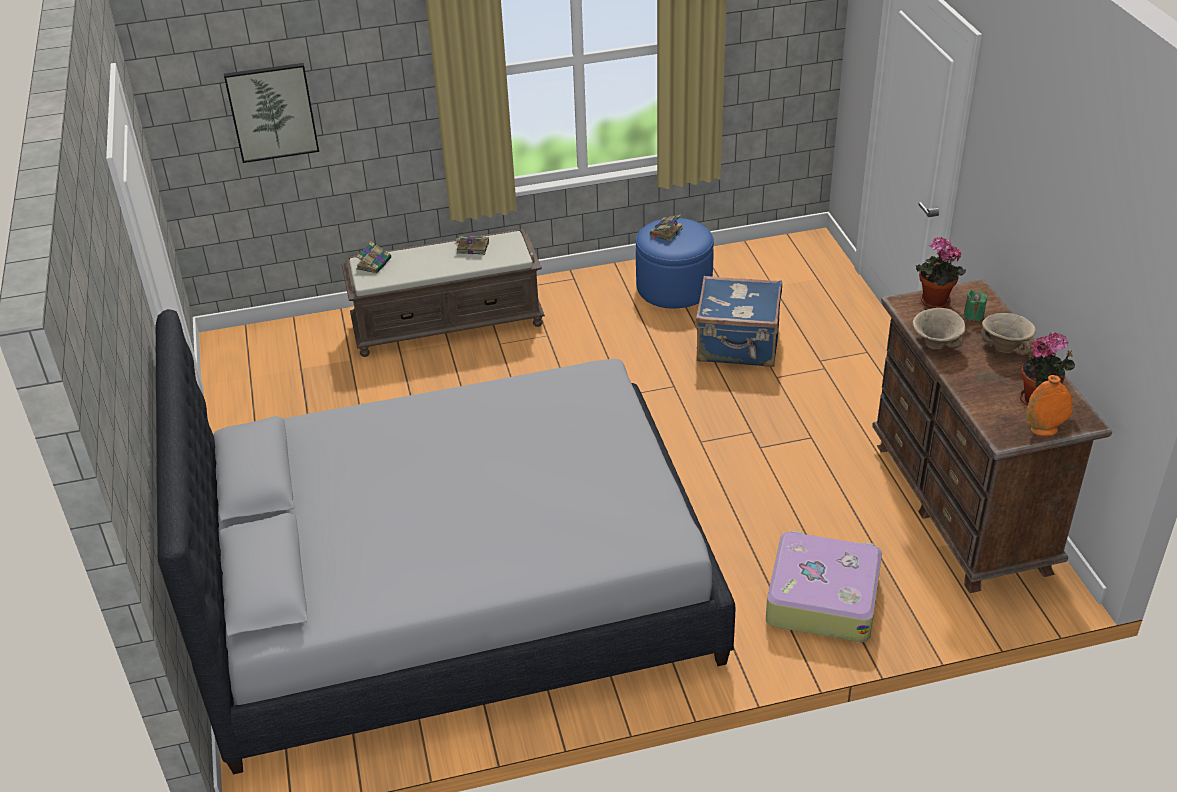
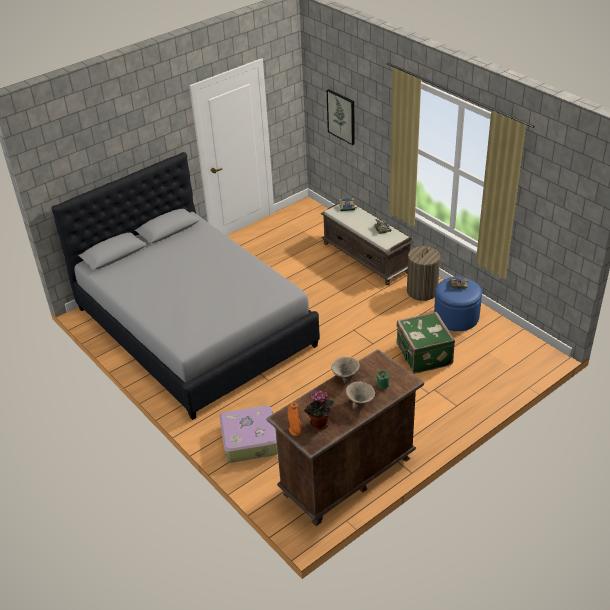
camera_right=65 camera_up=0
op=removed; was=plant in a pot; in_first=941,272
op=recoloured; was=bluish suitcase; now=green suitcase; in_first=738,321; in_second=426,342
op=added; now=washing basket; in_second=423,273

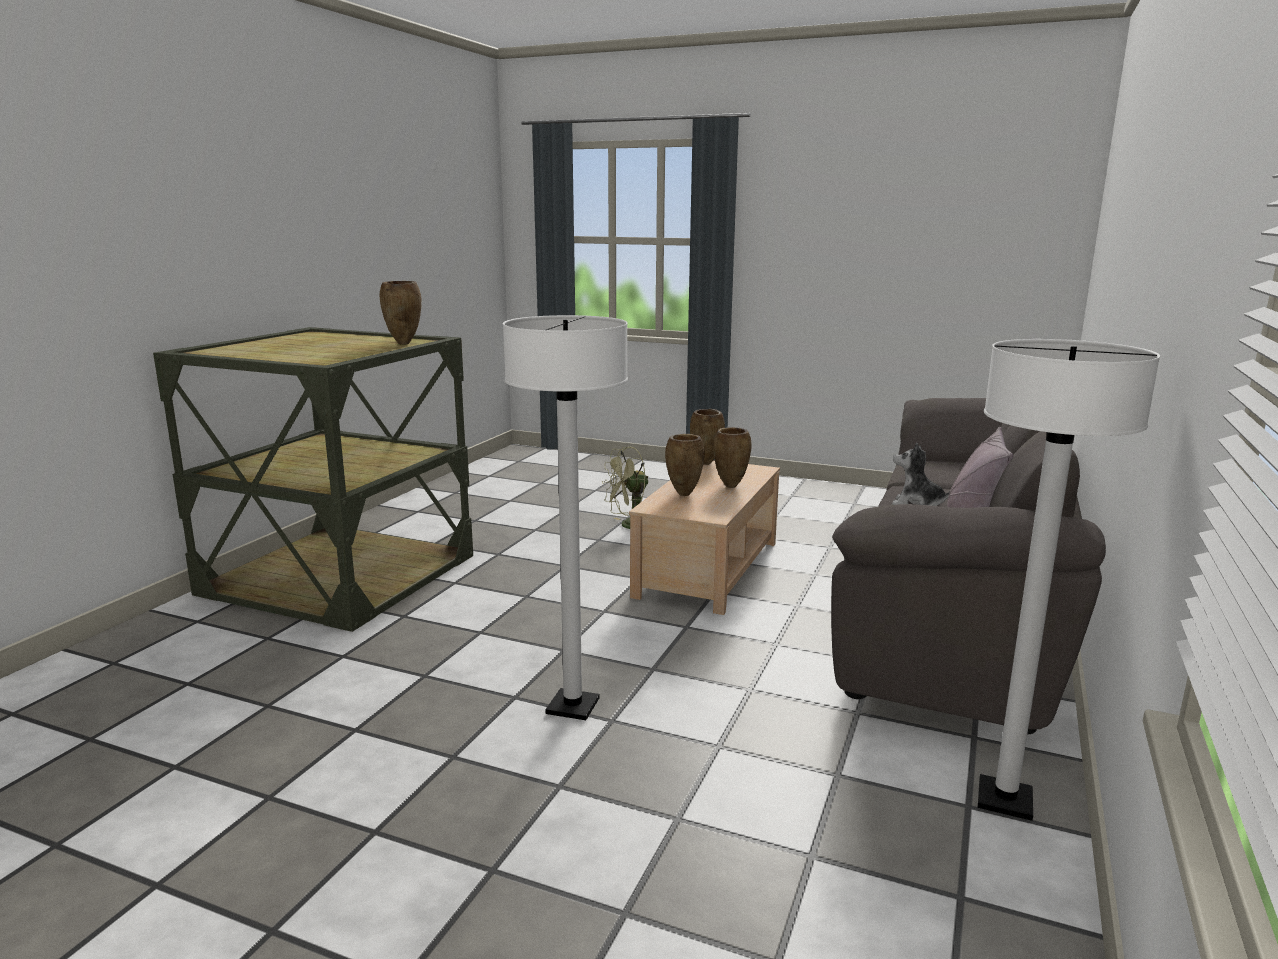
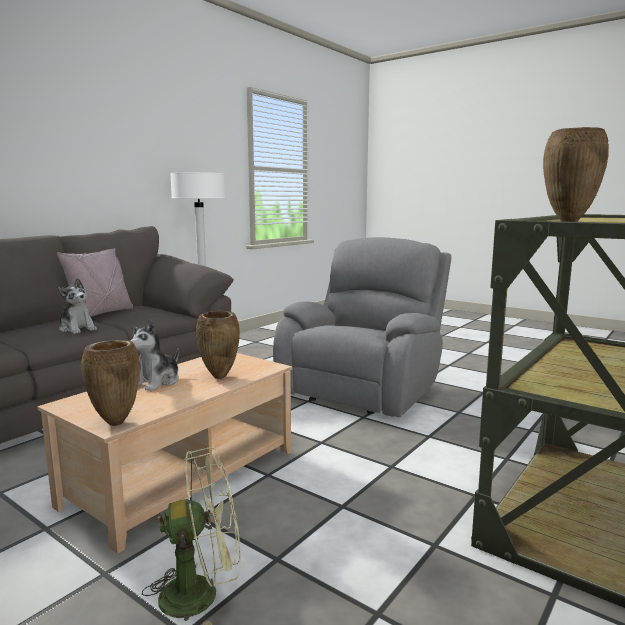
camera_right=-165 camera_up=-5
op=replaced; was=white floor lamp; now=gray easy chair; in_first=565,517; in_second=362,327
op=replaced; was=brown flower vase; now=cuddly toy; in_first=732,457; in_second=154,355

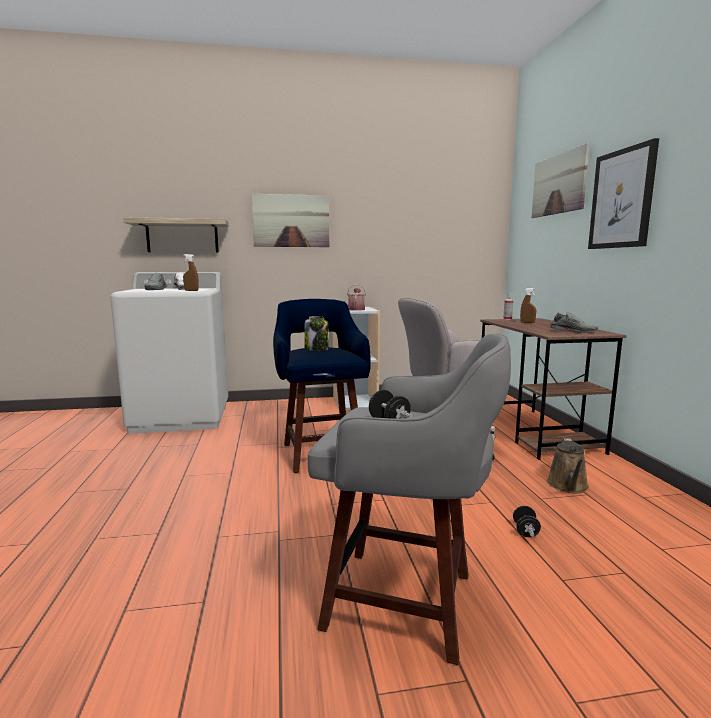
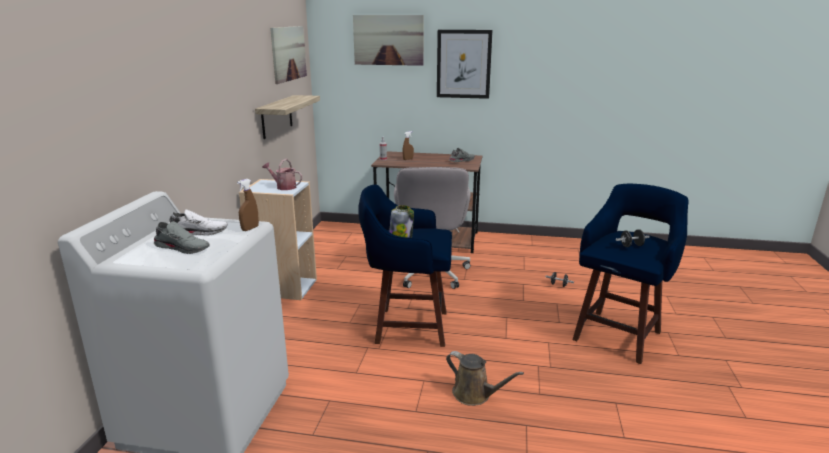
camera_right=-70 camera_up=10
op=moved; was=wall art; in_first=290,220; in_second=288,55
op=moved; was=shelf; in_first=176,234; in_second=287,117
op=recoloured; was=gray sitting stool; now=bluish sitting stool; in_first=409,499; in_second=630,274
op=moved; was=brown watering can; in_first=568,465; in_second=485,378

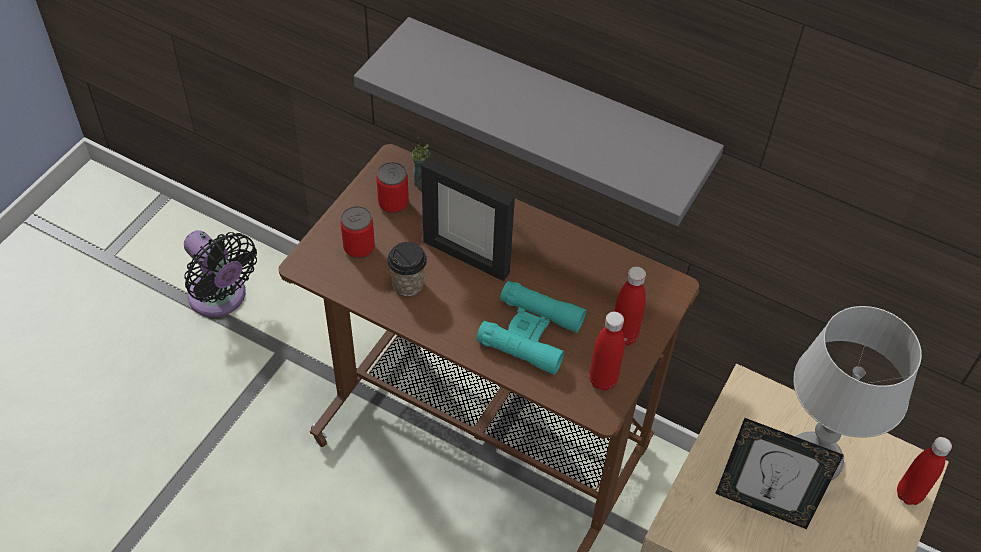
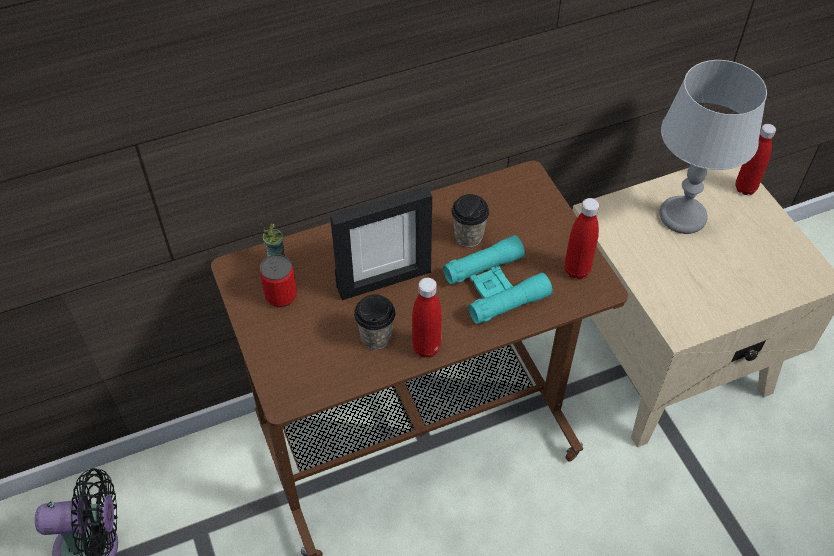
camera_right=-50 camera_up=0
op=removed; was=gray shelf; in_first=539,121
op=removed; was=metal can; in_first=357,232
op=moved; was=reddish beverage bottle; in_first=630,306; in_second=427,318
op=removed; was=standing frame; in_first=779,473
op=added; now=small cup; in_second=470,220

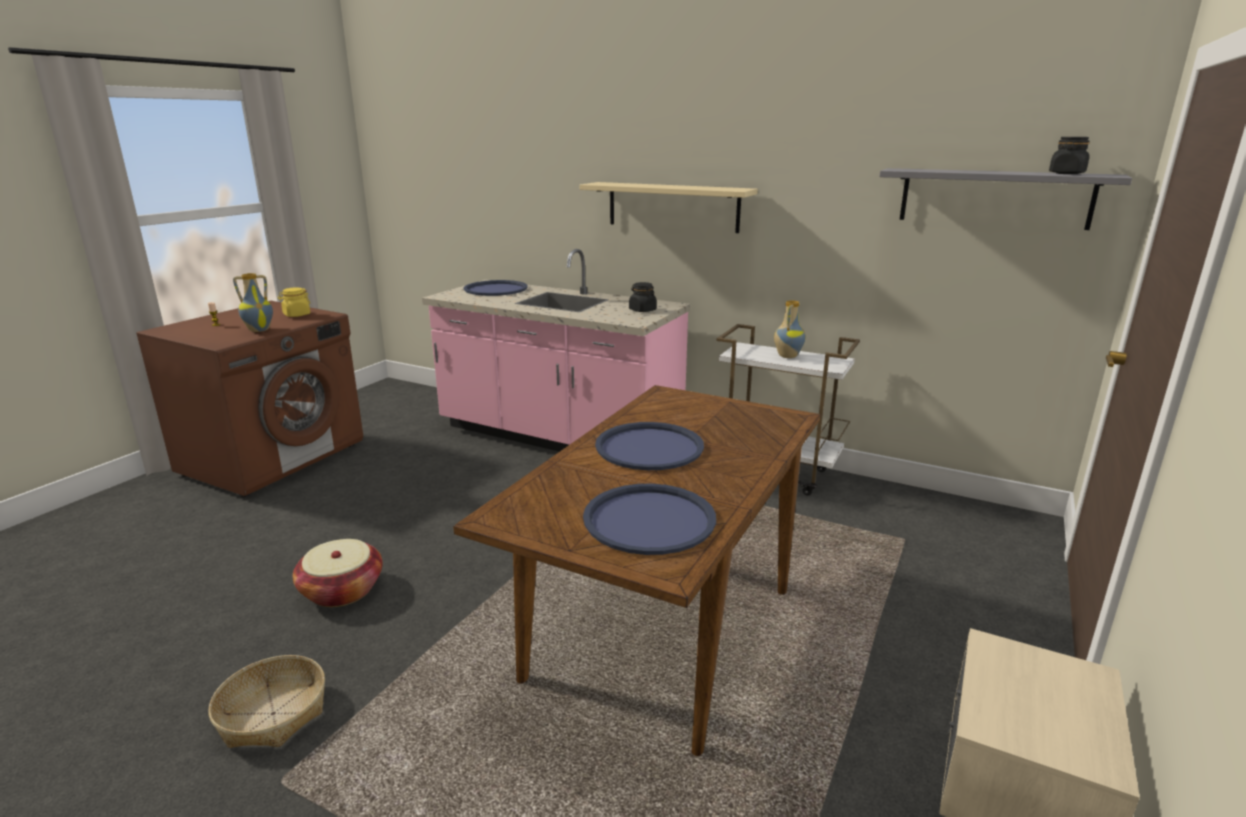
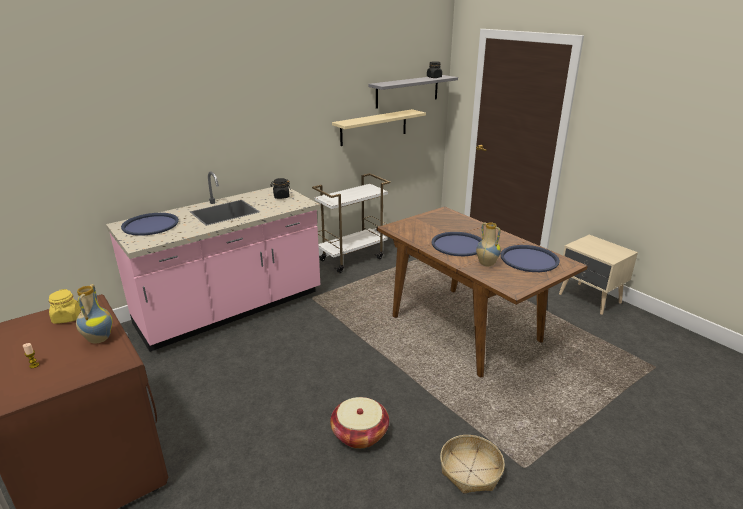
camera_right=-65 camera_up=5
op=moved; was=sand-coloured shelf; in_first=669,207; in_second=379,127
op=moved; was=flower vase; in_first=789,329; in_second=488,244

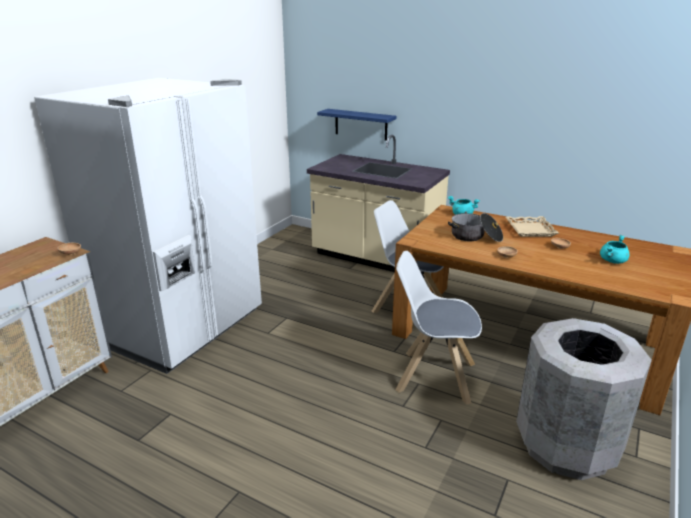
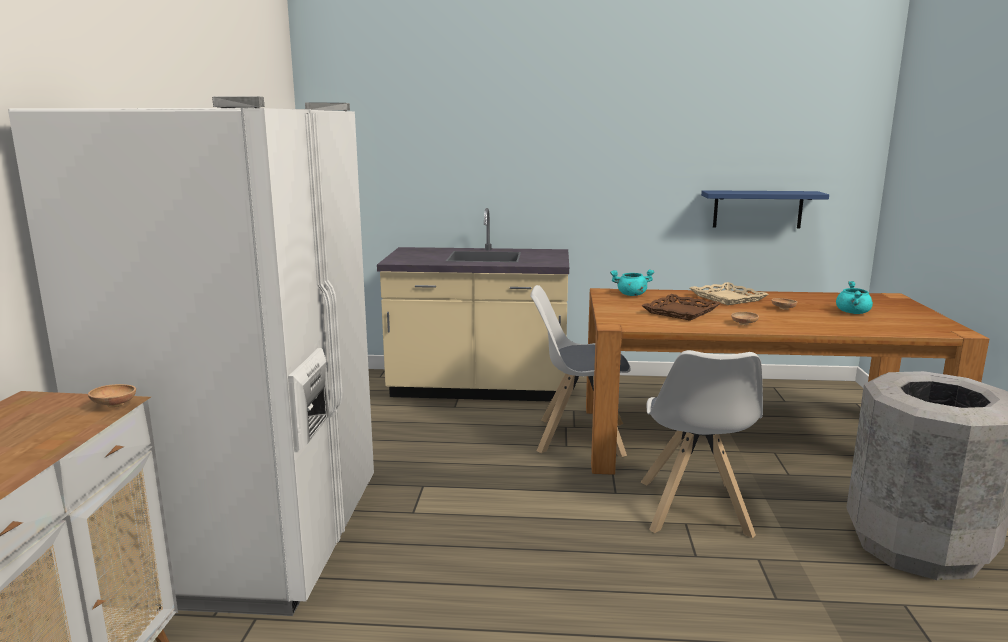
camera_right=-25 camera_up=-10
op=moved; was=bluish shelf; in_first=356,125; in_second=765,209
op=replaced; was=stockpot; now=brown tray; in_first=475,227; in_second=681,307
op=turned; was=plain chair; in_first=439,327; in_second=701,444; clockwise=-75

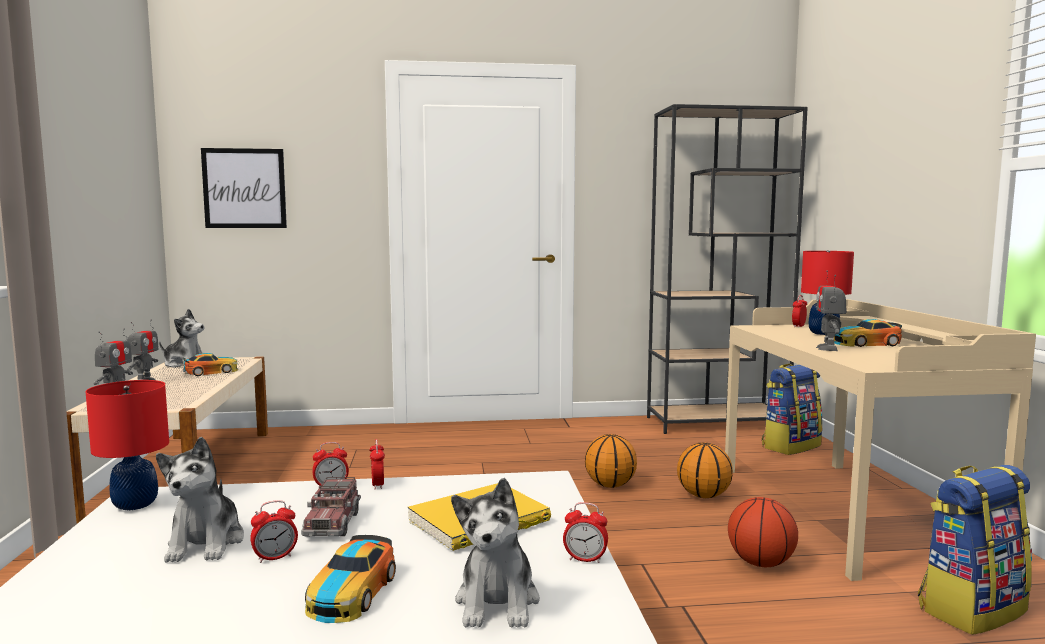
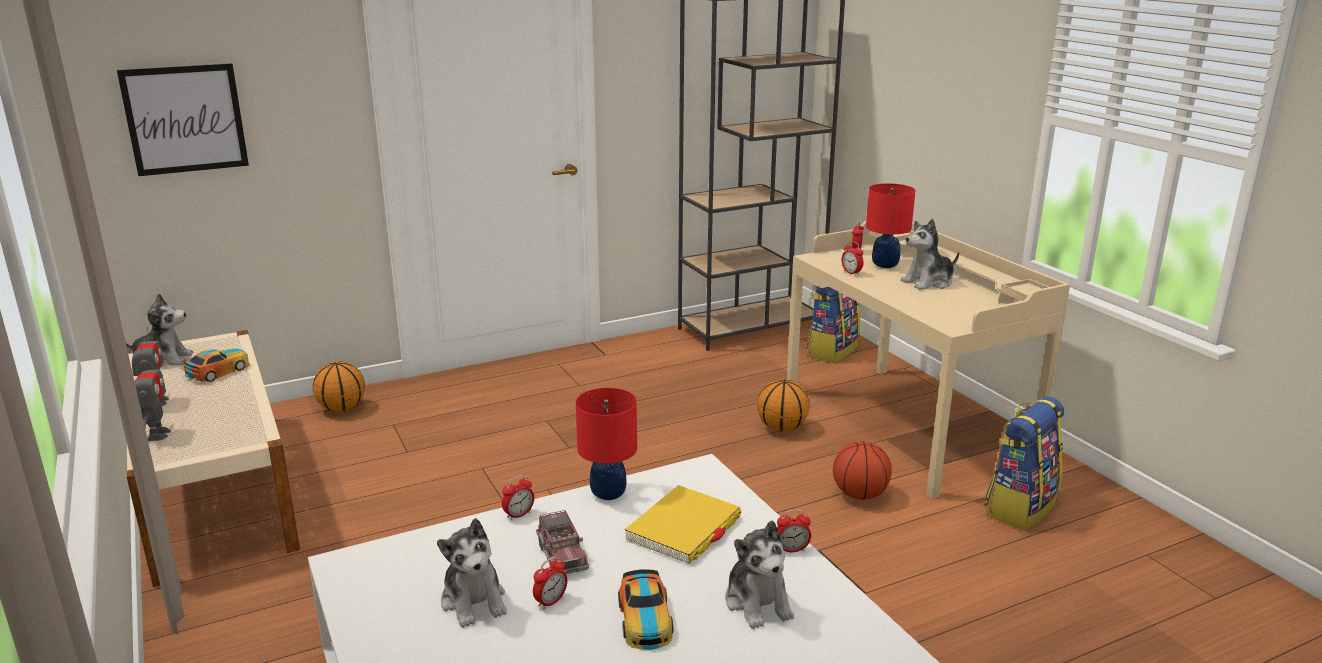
camera_right=-20 camera_up=15
op=removed; was=robot figure; in_first=831,310
op=replaced; was=model car; now=cuddly toy; in_first=868,333; in_second=930,254
op=moved; was=reddish tabletop lamp; in_first=127,445; in_second=606,444
op=moved; was=basketball ball; in_first=611,461; in_second=339,386
op=moved; was=bedside clock; in_first=377,464; in_second=852,258

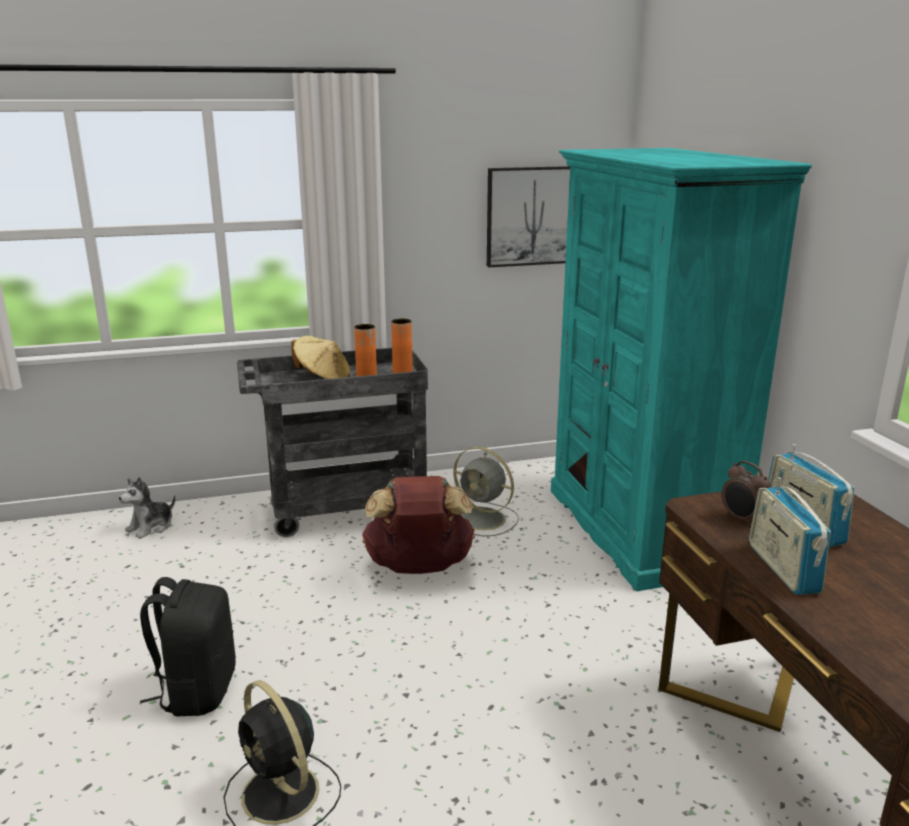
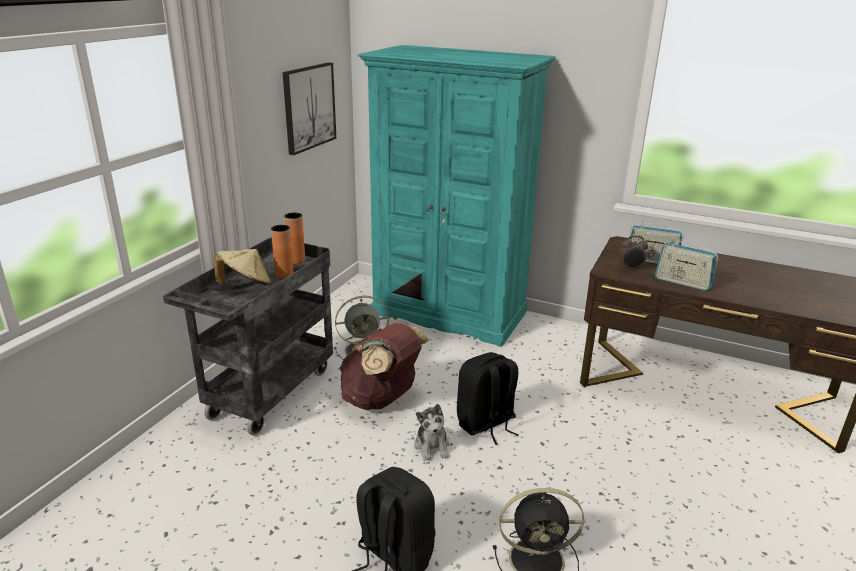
camera_right=-50 camera_up=5
op=moved; was=cuddly toy; in_first=147,508; in_second=431,432
op=added; now=black-coloured rucksack; in_second=488,398

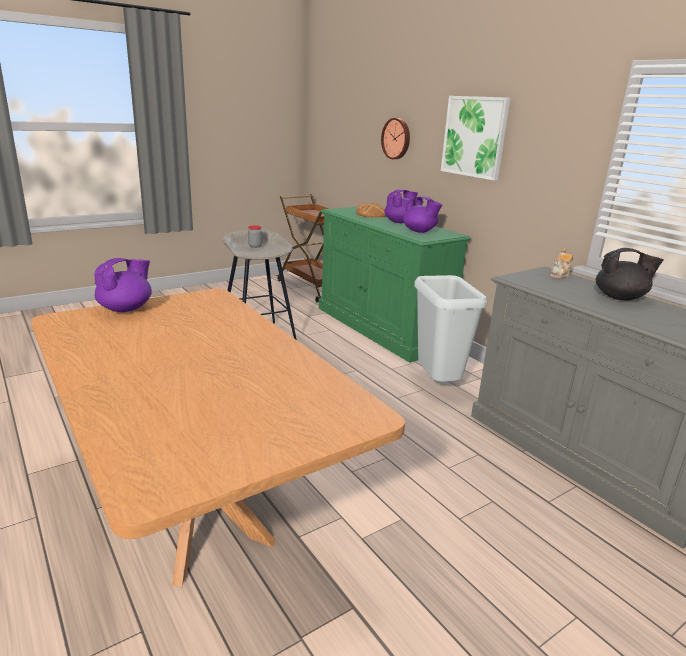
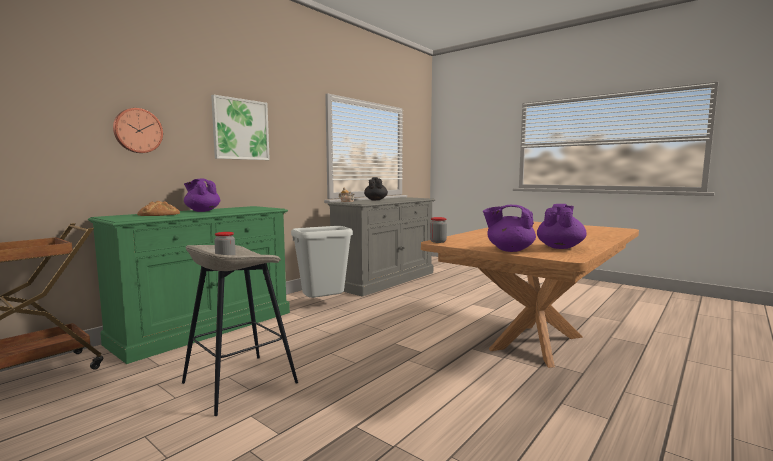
camera_right=-105 camera_up=-15
op=moved; was=purplish tea pot; in_first=422,214; in_second=562,226
op=added; now=storage jar; in_second=438,230

